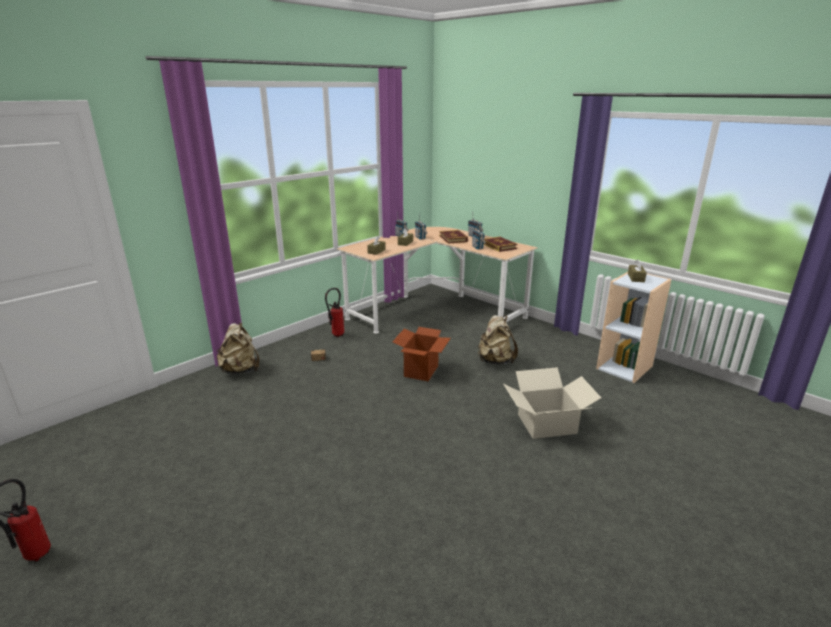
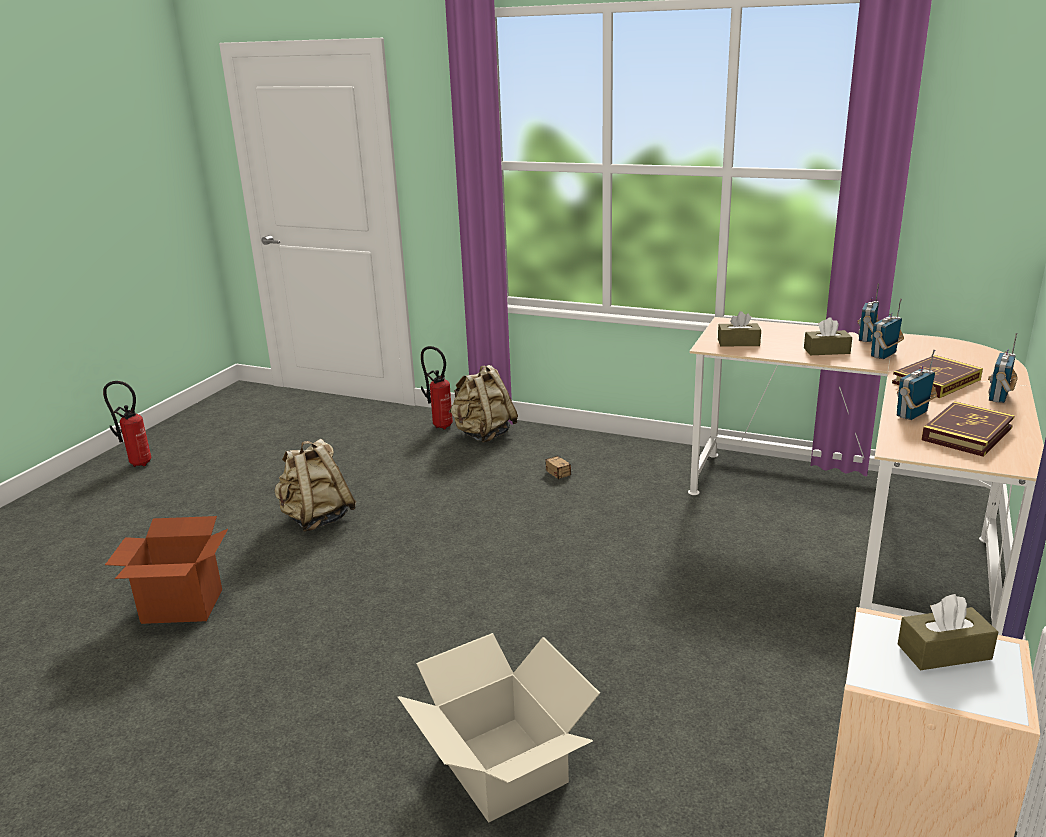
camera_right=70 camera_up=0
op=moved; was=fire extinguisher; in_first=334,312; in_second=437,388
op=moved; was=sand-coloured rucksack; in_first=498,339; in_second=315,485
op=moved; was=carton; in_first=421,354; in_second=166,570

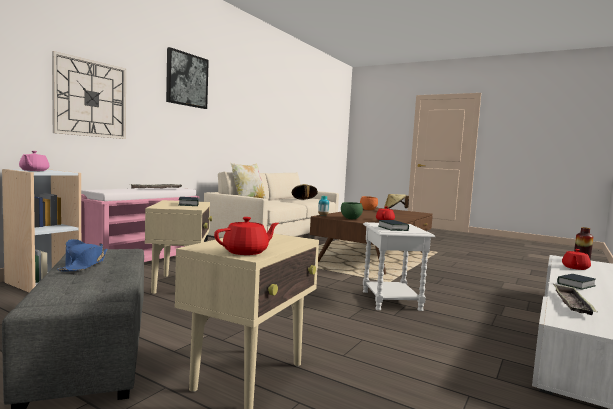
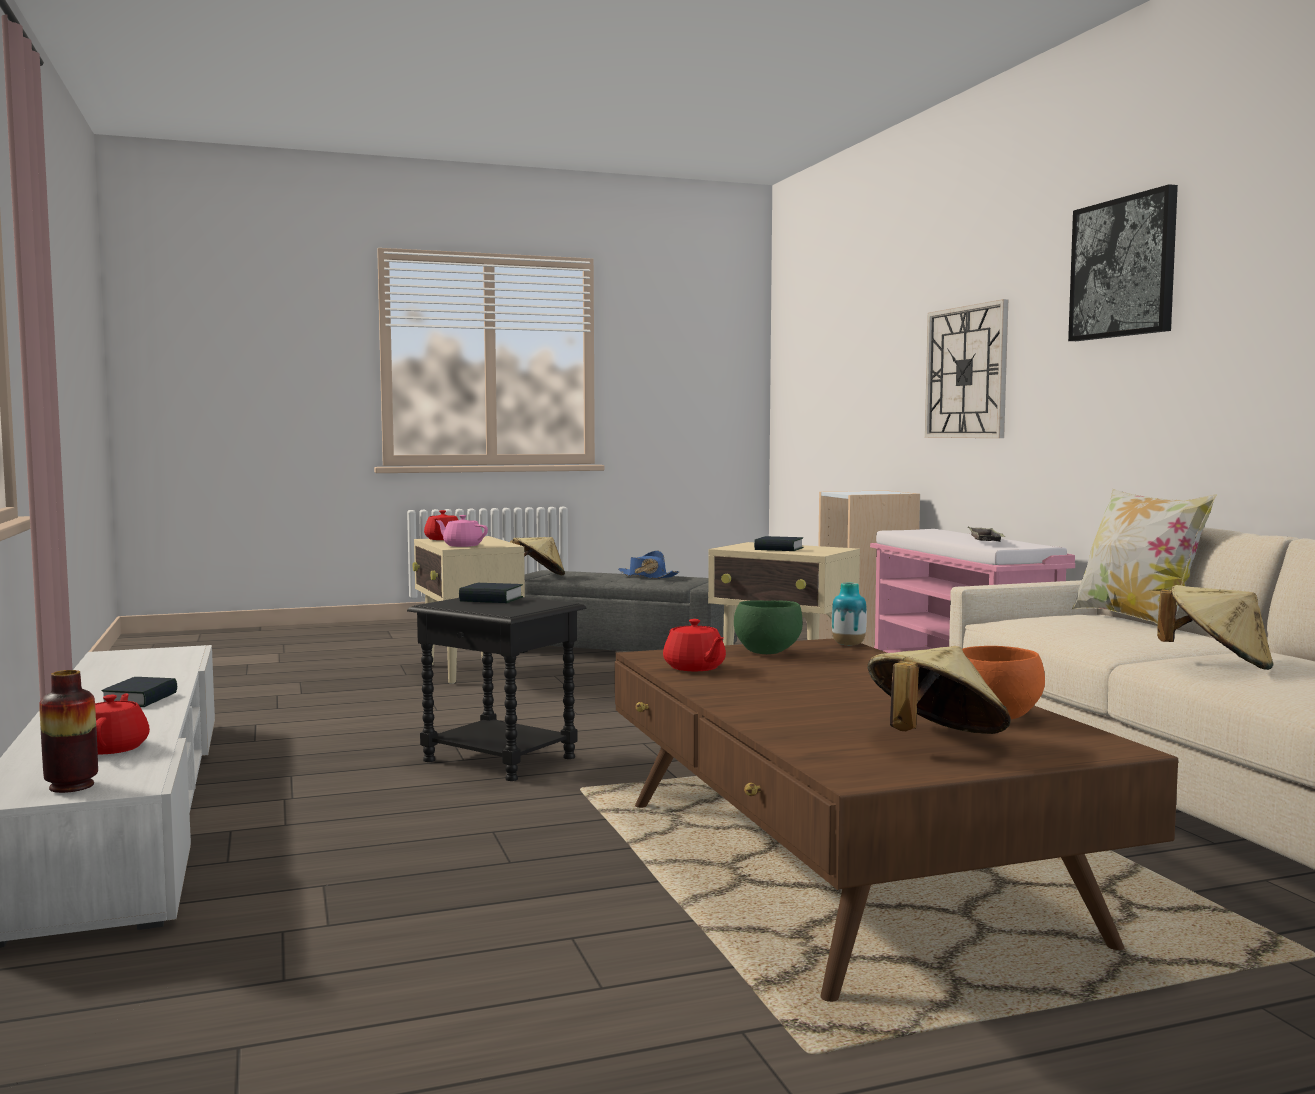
camera_right=130 camera_up=0
op=moved; was=pink-coloured tea pot; in_first=34,161; in_second=462,531
op=recoloured; was=white side table; now=black-coloured side table; in_first=399,266; in_second=497,689
op=removed; was=tray; in_first=575,299
op=added; now=sand-coloured clothing hat; in_second=537,556

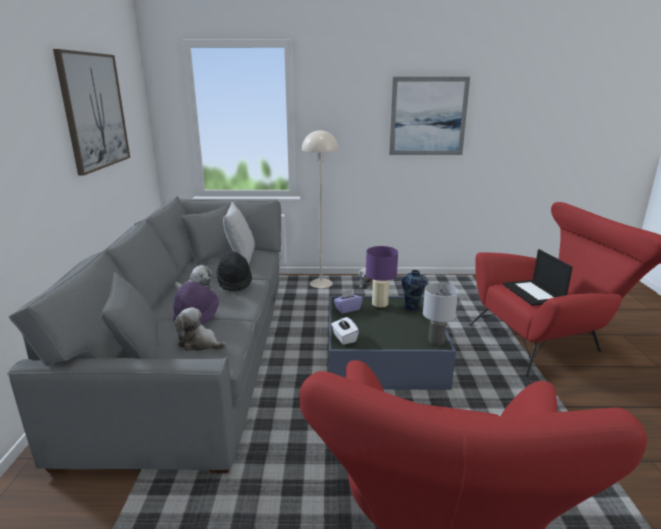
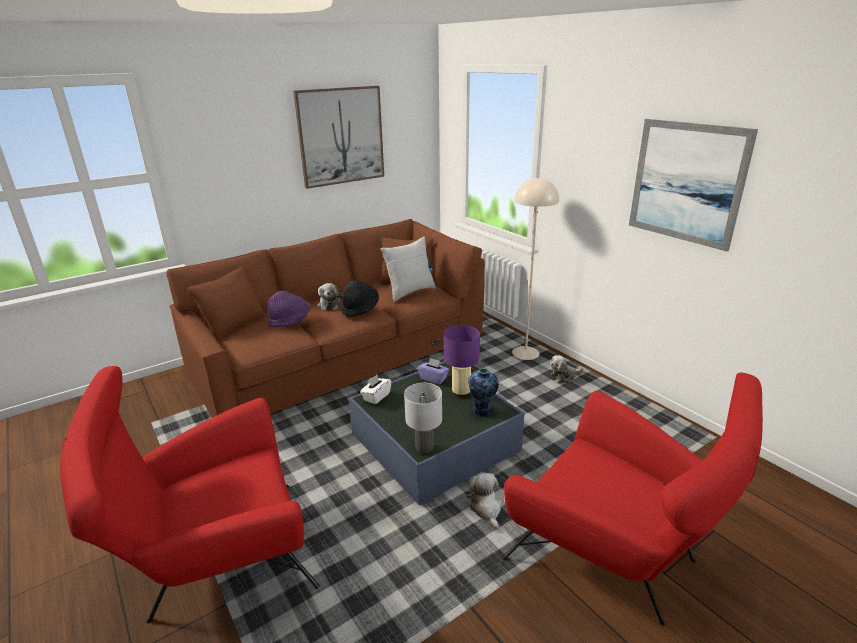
camera_right=55 camera_up=5
op=recoloured; was=gray settee; now=brown settee; in_first=144,335; in_second=325,318
op=removed; was=notebook computer; in_first=538,277
op=moved; was=cuddly toy; in_first=200,329; in_second=484,501

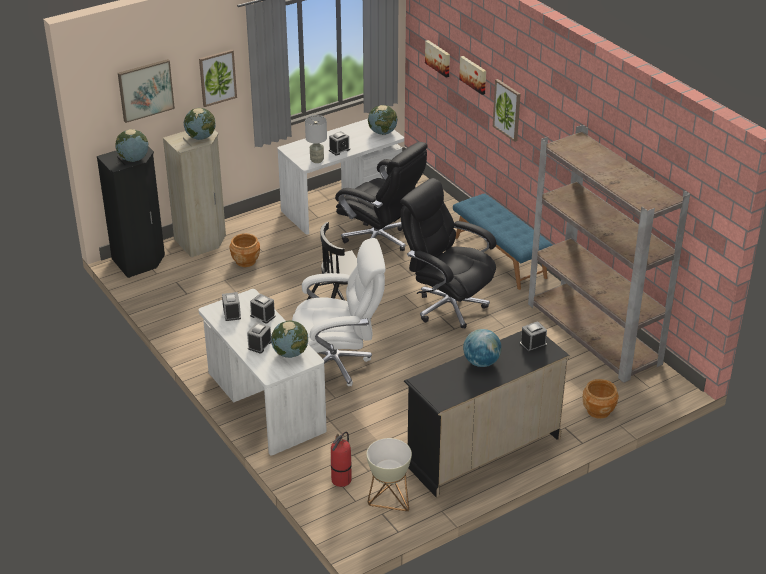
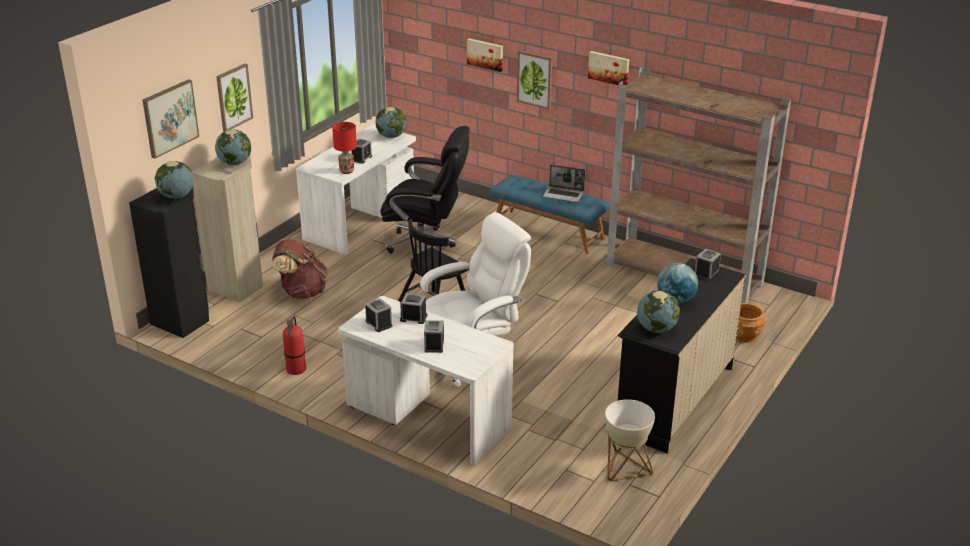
camera_right=-25 camera_up=-5
op=moved; was=wall art; in_first=437,59; in_second=608,68
op=recoloured; was=gray tabletop lamp; now=reddish tabletop lamp; in_first=316,139; in_second=344,148
op=removed; was=black-coloured computer chair; in_first=448,253
op=replaced; was=brown flower pot; now=brown rucksack; in_first=245,250; in_second=300,269
op=moved; was=globe; in_first=289,339; in_second=658,311
op=moved; was=fire extinguisher; in_first=341,459; in_second=294,345
op=added; now=notebook computer; in_second=564,183

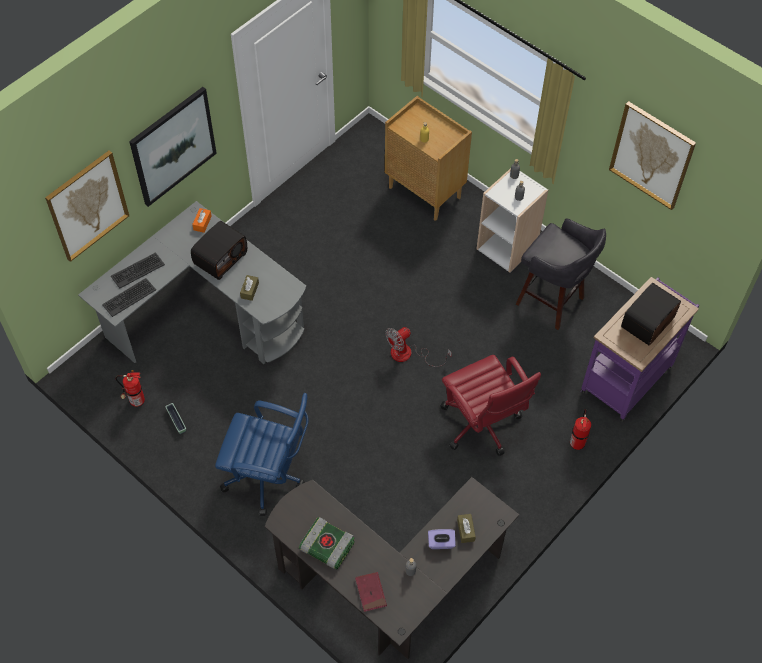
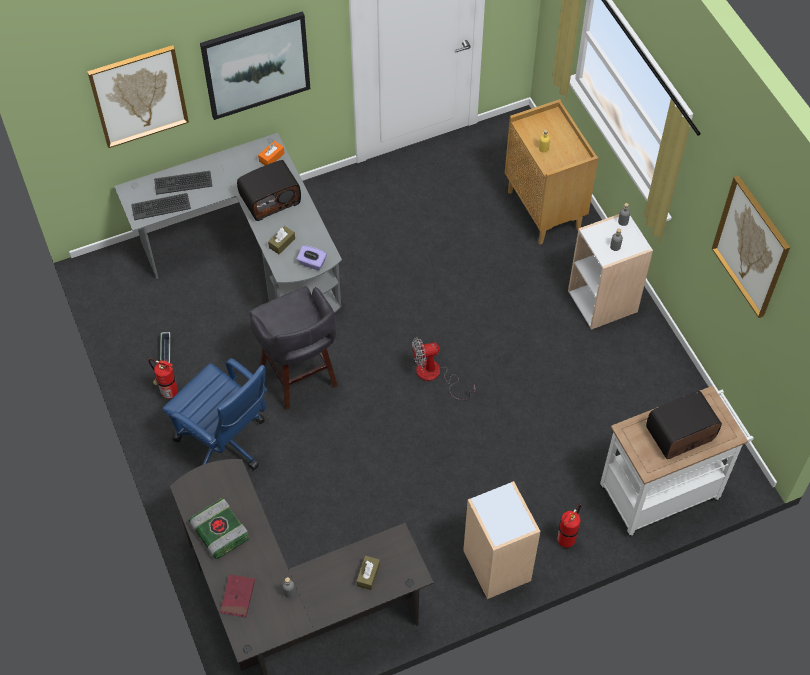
camera_right=25 camera_up=0
op=moved; was=gray sitting stool; in_first=561,274; in_second=293,348
op=recoloured; was=purplish cart; now=white cart; in_first=640,349; in_second=677,461
op=removed; was=reddish computer chair; in_first=490,405
op=moved; was=fire extinguisher; in_first=130,388; in_second=163,379
op=moved; was=purplish tissue holder; in_first=442,539; in_second=312,258
op=added; now=bookcase; in_second=501,540

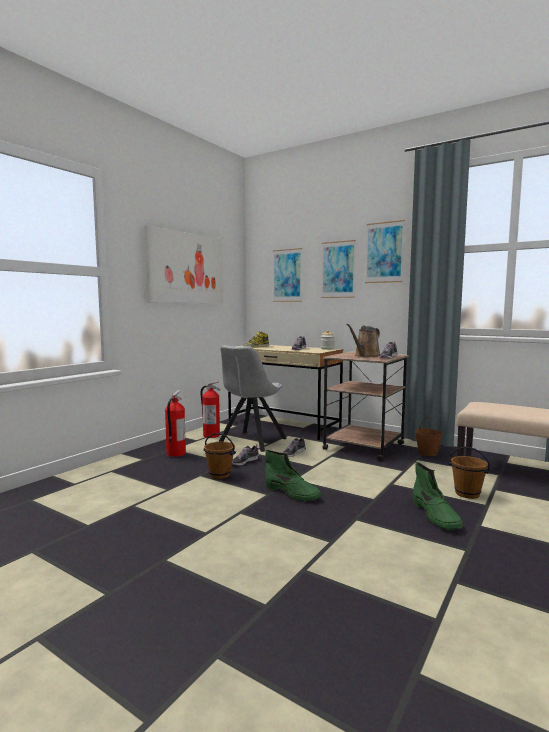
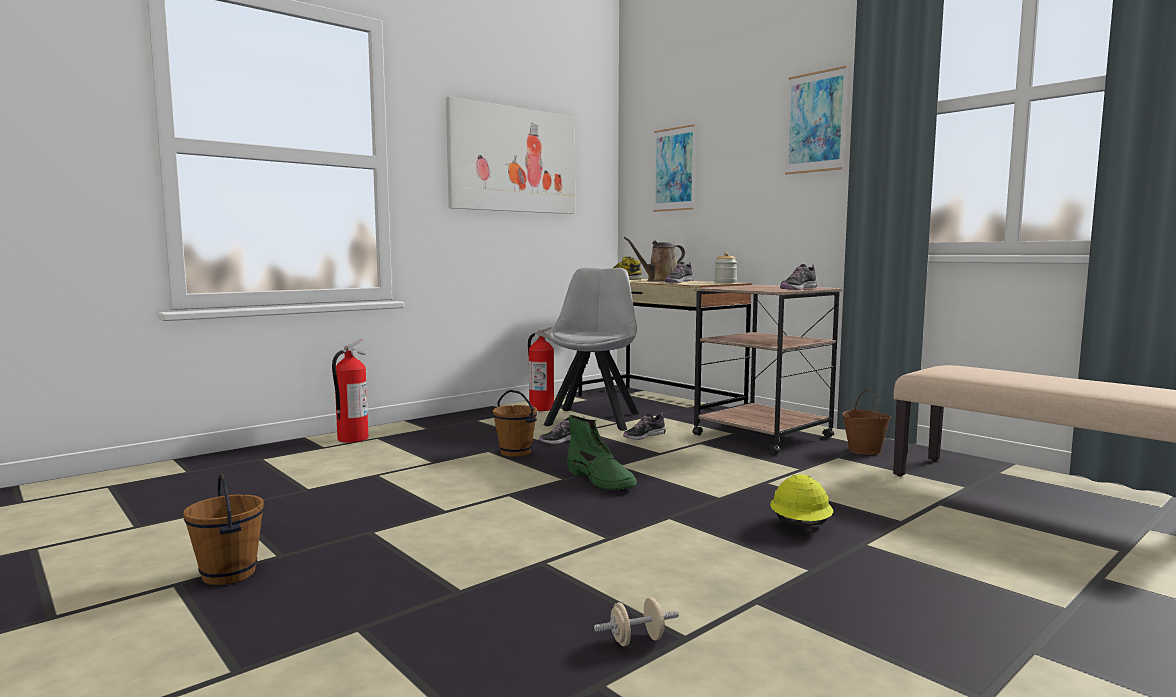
camera_right=15 camera_up=0
op=removed; was=wall art; in_first=338,269
op=moved; was=brown watering can; in_first=363,340; in_second=654,259
op=turned; was=gray plain chair; in_first=252,398; in_second=591,349; clockwise=150
op=moved; was=fire extinguisher; in_first=175,423; in_second=350,391
op=moved; was=brown bucket; in_first=469,473; in_second=223,529
op=replaced; was=green tall boot; now=yellow safety helmet; in_first=437,496; in_second=801,500
op=added; now=sand-coloured free weight; in_second=636,621

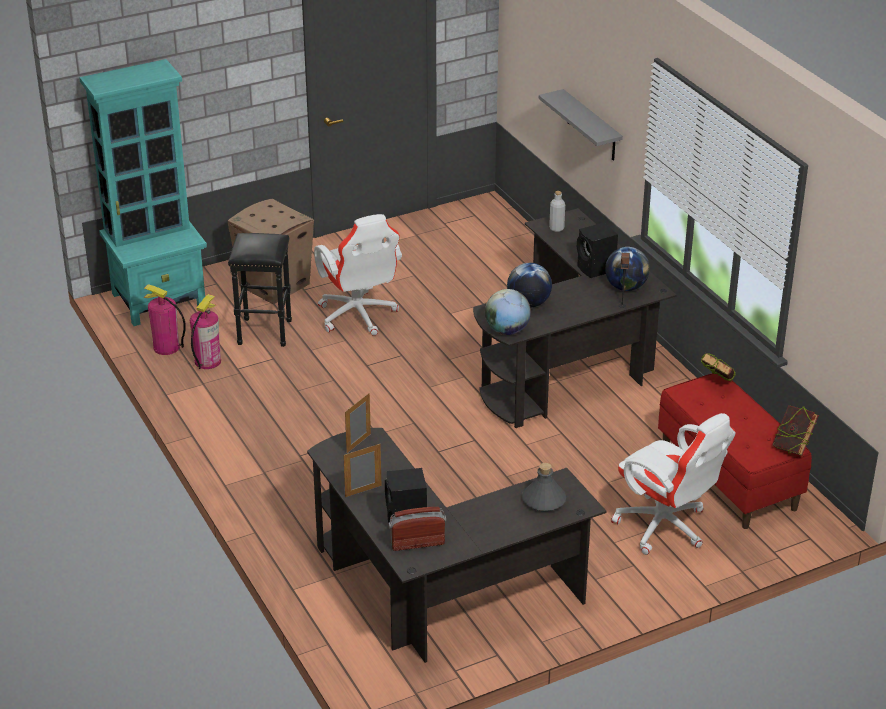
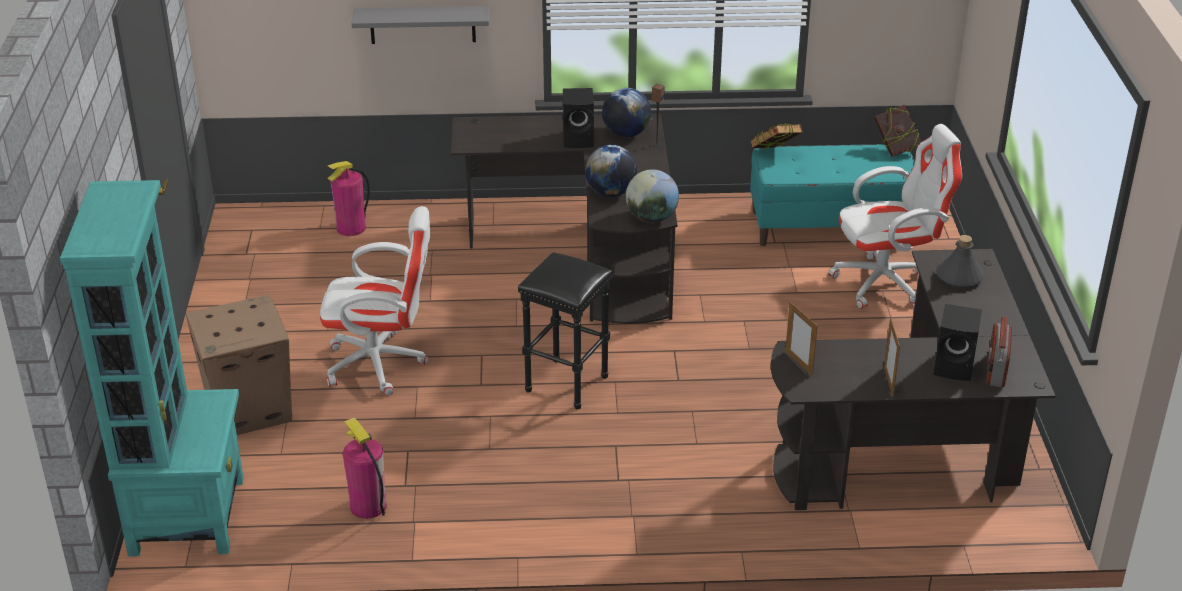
camera_right=-65 camera_up=0
op=removed; was=gray beverage bottle; in_first=557,211
op=moved; was=black-coloured sitting stool; in_first=260,290; in_second=565,330
op=moved; was=fire extinguisher; in_first=165,319; in_second=348,198
op=recoloured; was=reddish indoor bench; now=blue-green indoor bench; in_first=735,451; in_second=832,195

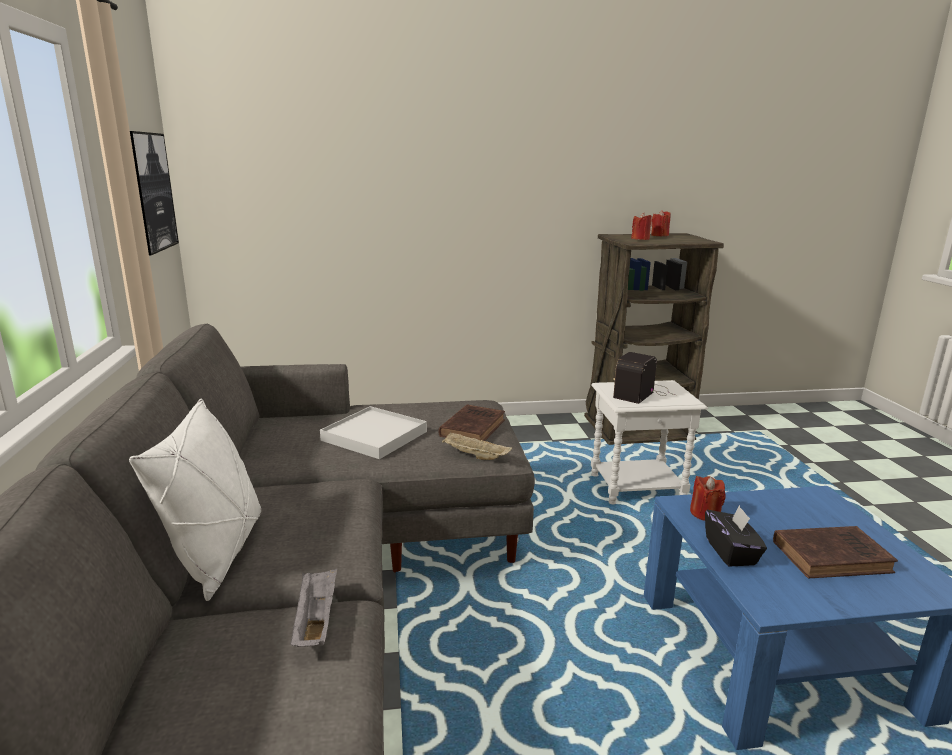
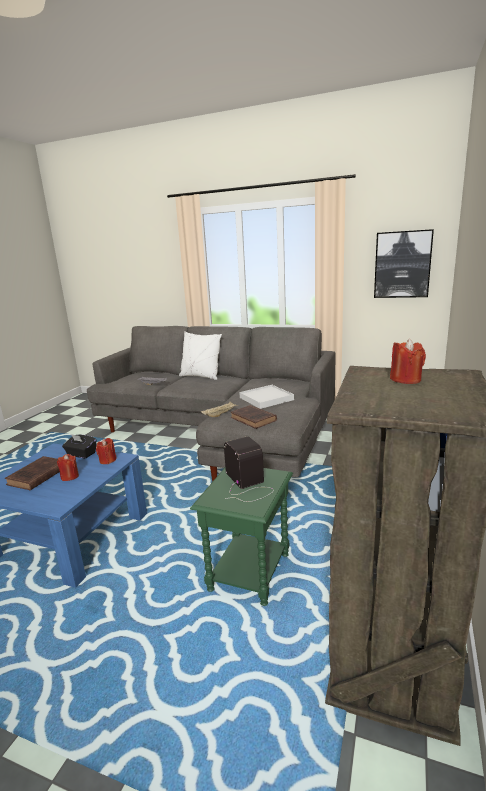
camera_right=120 camera_up=0
op=moved; was=reddish wax candle; in_first=660,223; in_second=68,467
op=recoloured; was=white side table; now=green side table; in_first=649,442; in_second=241,537

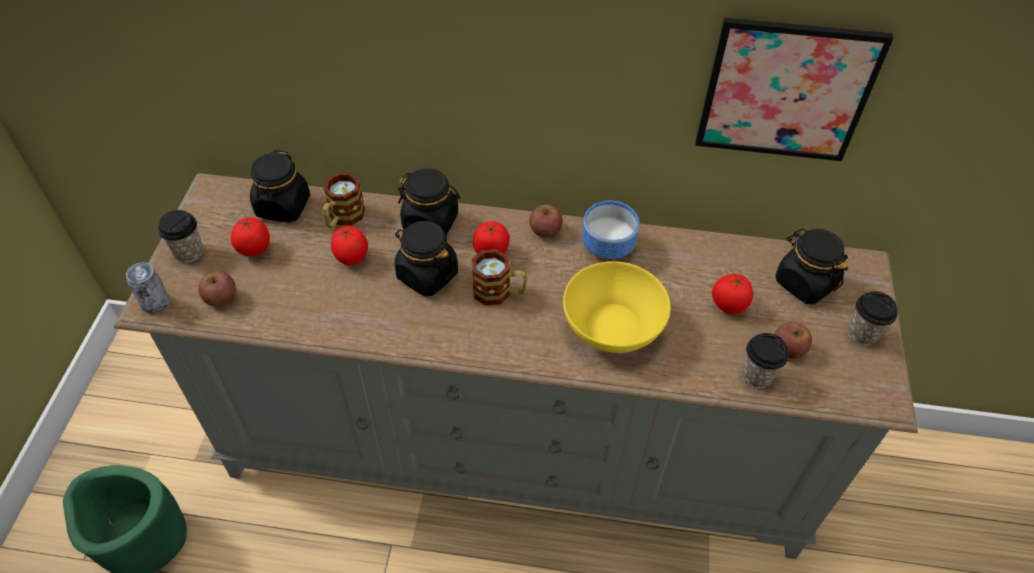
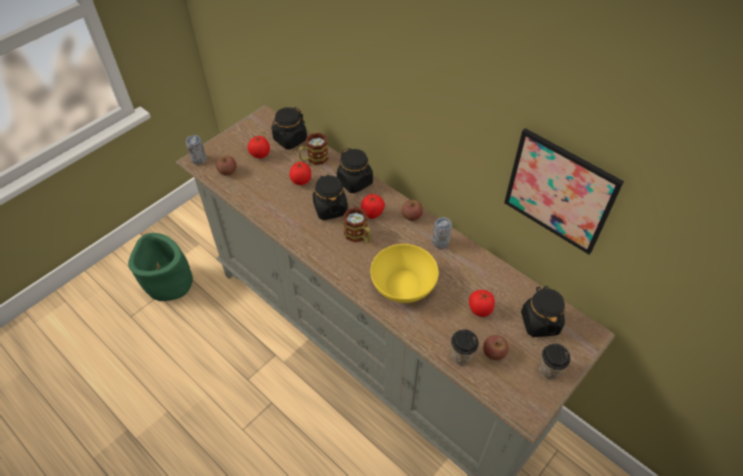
camera_right=35 camera_up=0
op=replaced; was=bowl; now=metal can; in_first=610,230; in_second=442,233
op=removed; was=small cup; in_first=180,236

